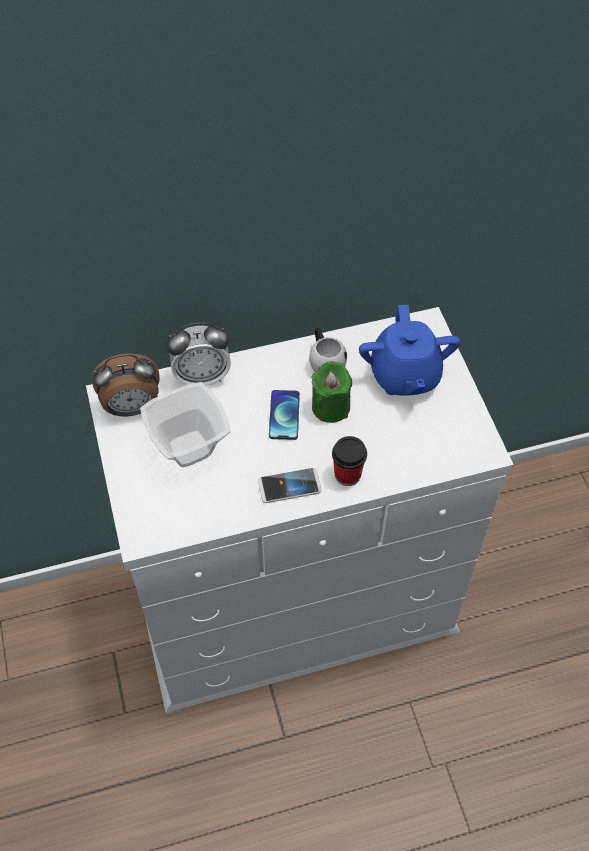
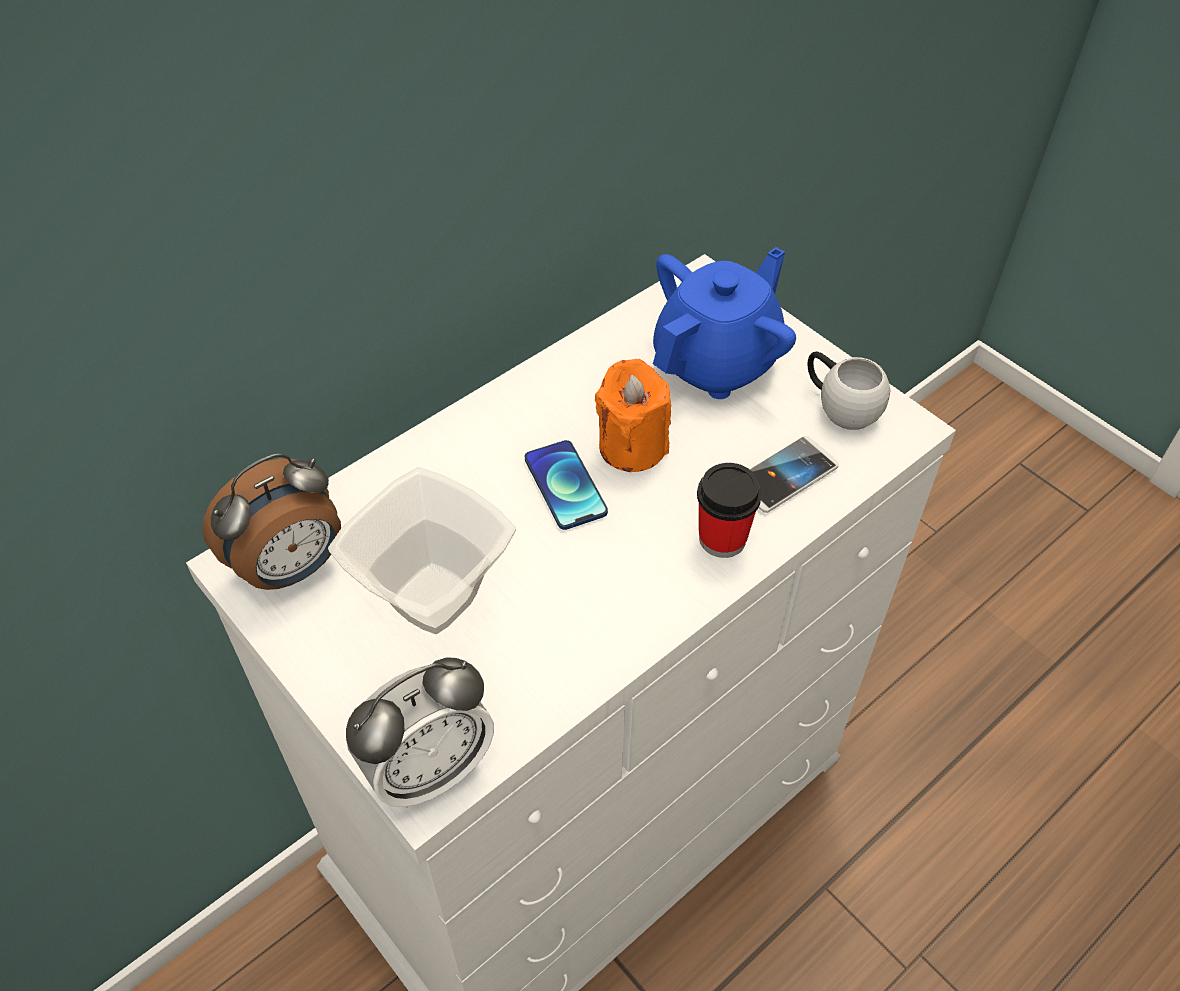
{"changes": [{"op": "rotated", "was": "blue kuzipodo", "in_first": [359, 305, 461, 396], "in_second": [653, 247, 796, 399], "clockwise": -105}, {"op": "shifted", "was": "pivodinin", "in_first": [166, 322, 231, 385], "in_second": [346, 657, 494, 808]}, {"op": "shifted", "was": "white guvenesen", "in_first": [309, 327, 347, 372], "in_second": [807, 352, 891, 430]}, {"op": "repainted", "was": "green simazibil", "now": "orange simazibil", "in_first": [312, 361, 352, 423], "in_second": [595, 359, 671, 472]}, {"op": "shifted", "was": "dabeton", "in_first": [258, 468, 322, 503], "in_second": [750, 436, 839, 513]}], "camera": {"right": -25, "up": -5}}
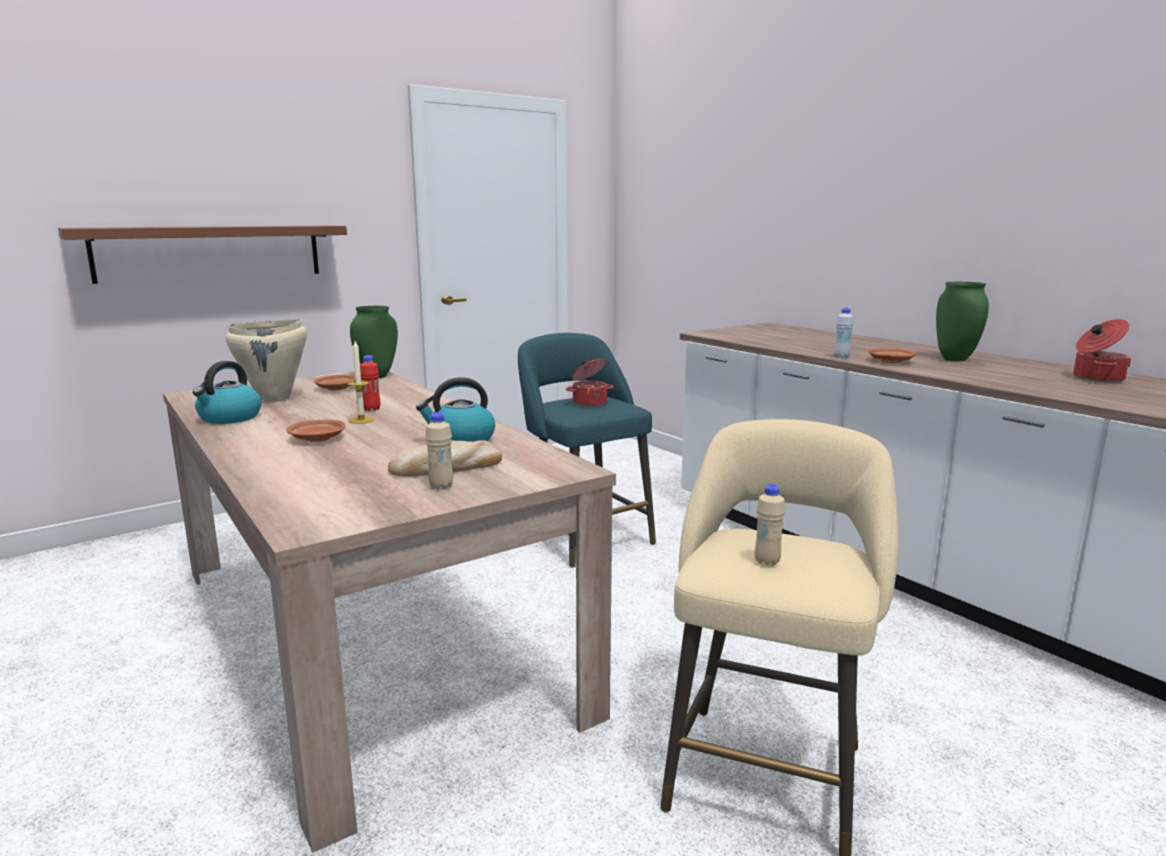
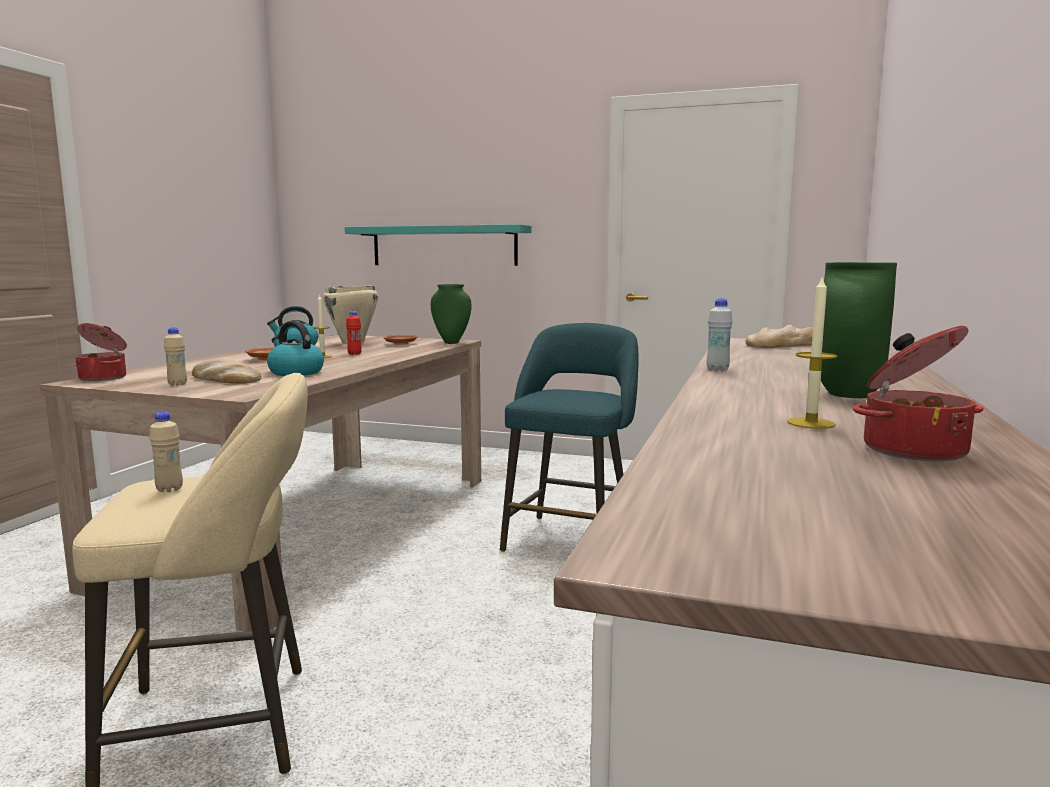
{"changes": [{"op": "repainted", "was": "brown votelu", "now": "turquoise votelu", "in_first": [58, 225, 347, 284], "in_second": [345, 224, 532, 266]}, {"op": "gone", "was": "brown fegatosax", "in_first": [868, 348, 916, 363]}, {"op": "shifted", "was": "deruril", "in_first": [566, 359, 614, 407], "in_second": [75, 323, 127, 381]}, {"op": "new", "now": "simazibil", "in_second": [787, 275, 838, 429]}, {"op": "new", "now": "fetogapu", "in_second": [746, 325, 813, 348]}], "camera": {"right": 55, "up": -5}}
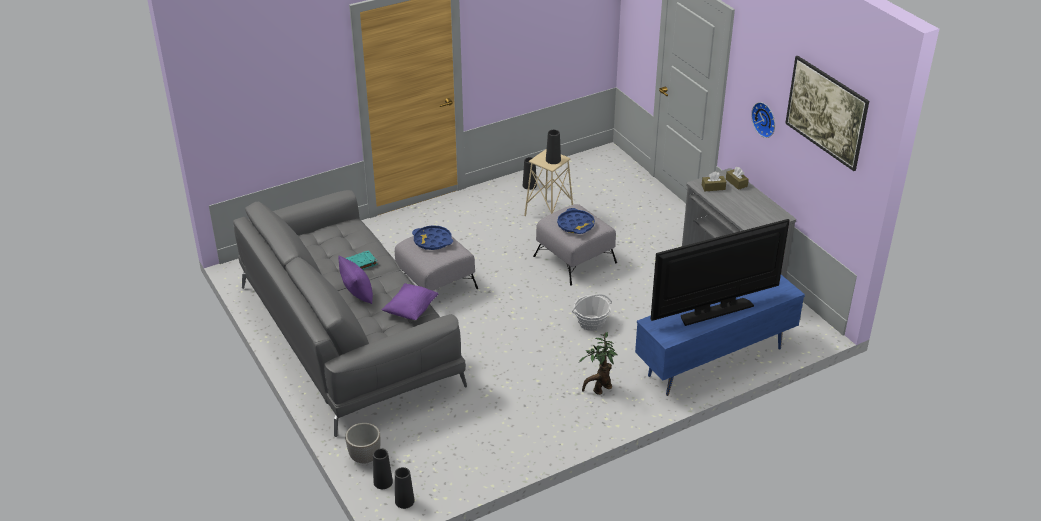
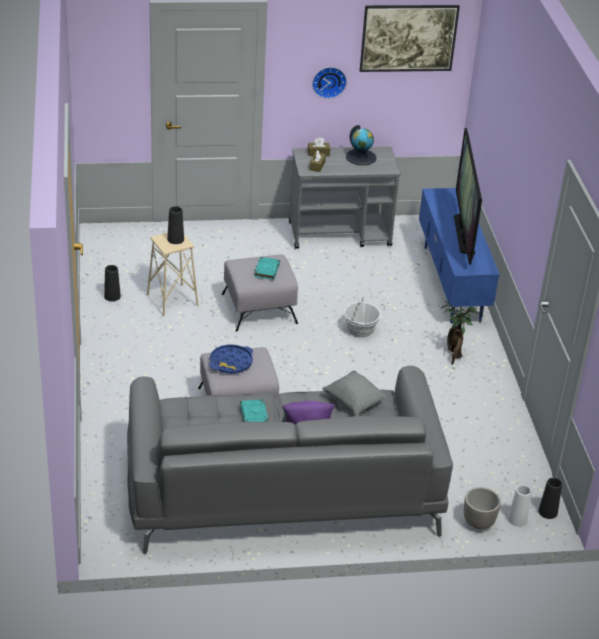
{"changes": [{"op": "swapped", "was": "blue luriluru", "now": "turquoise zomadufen", "in_first": [557, 208, 595, 234], "in_second": [254, 257, 280, 280]}, {"op": "repainted", "was": "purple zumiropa", "now": "grey zumiropa", "in_first": [382, 283, 439, 320], "in_second": [322, 371, 387, 415]}, {"op": "repainted", "was": "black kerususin", "now": "white kerususin", "in_first": [373, 449, 393, 489], "in_second": [508, 485, 531, 527]}, {"op": "new", "now": "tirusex", "in_second": [346, 125, 376, 165]}], "camera": {"right": -70, "up": 0}}
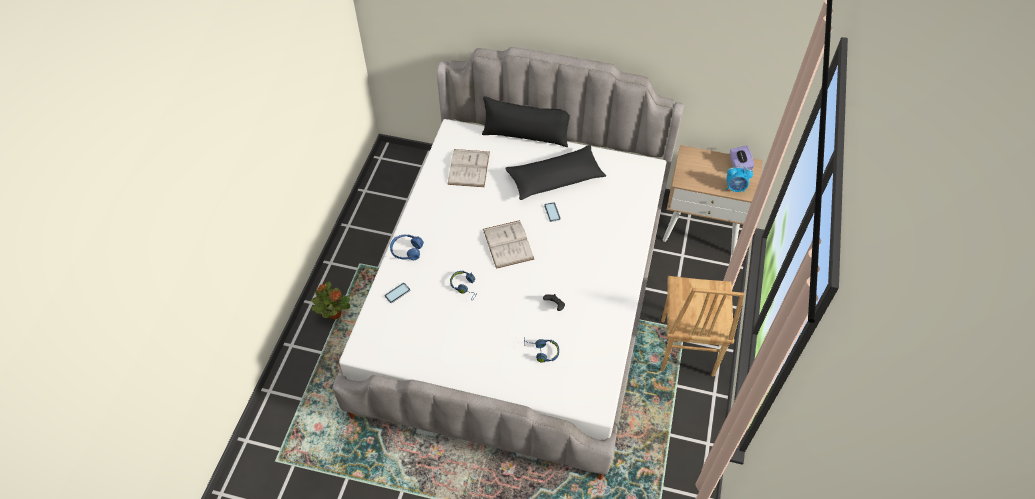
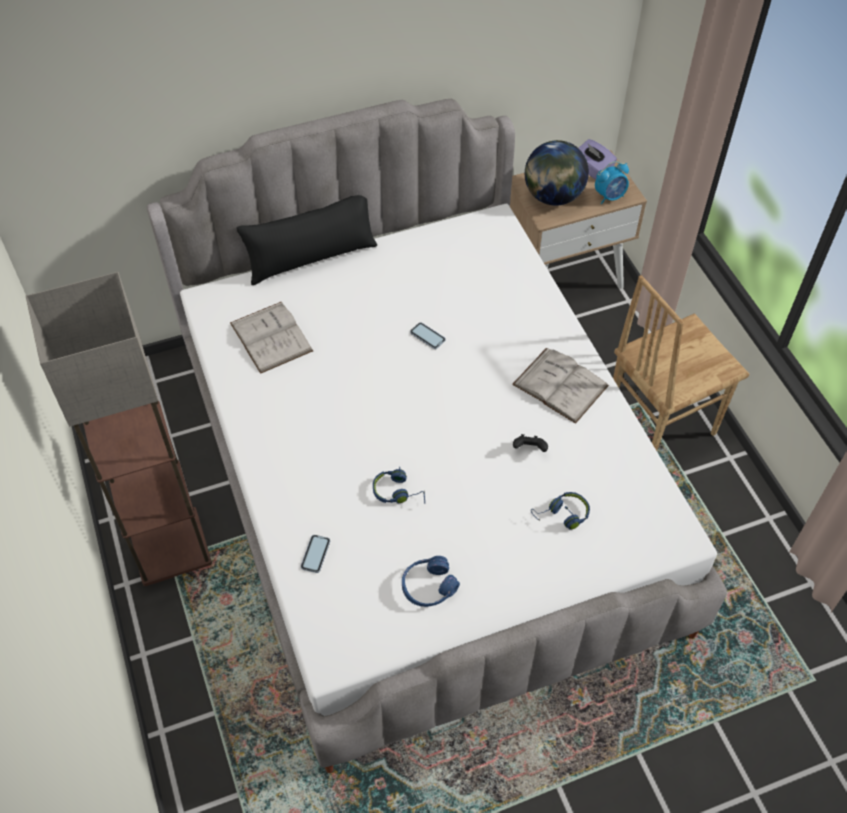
{"changes": [{"op": "gone", "was": "black zumiropa", "in_first": [505, 145, 606, 200]}, {"op": "shifted", "was": "white zomadufen", "in_first": [483, 220, 534, 269], "in_second": [512, 348, 609, 424]}, {"op": "shifted", "was": "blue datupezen", "in_first": [390, 235, 424, 260], "in_second": [402, 556, 460, 607]}, {"op": "rotated", "was": "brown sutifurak", "in_first": [661, 276, 745, 376], "in_second": [613, 275, 749, 451], "clockwise": 90}, {"op": "gone", "was": "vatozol", "in_first": [311, 281, 350, 320]}, {"op": "new", "now": "tirusex", "in_second": [525, 140, 589, 206]}, {"op": "new", "now": "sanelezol", "in_second": [26, 272, 212, 586]}], "camera": {"right": -35, "up": 0}}
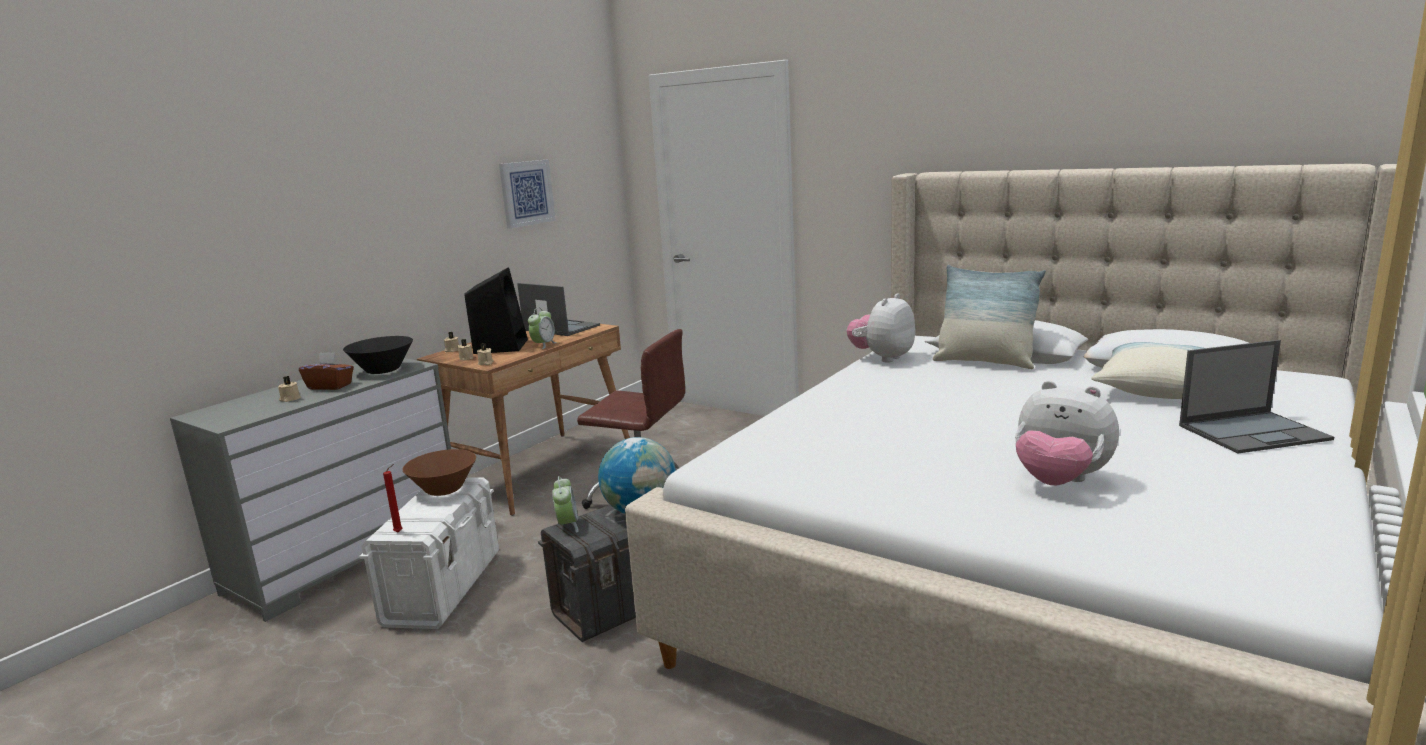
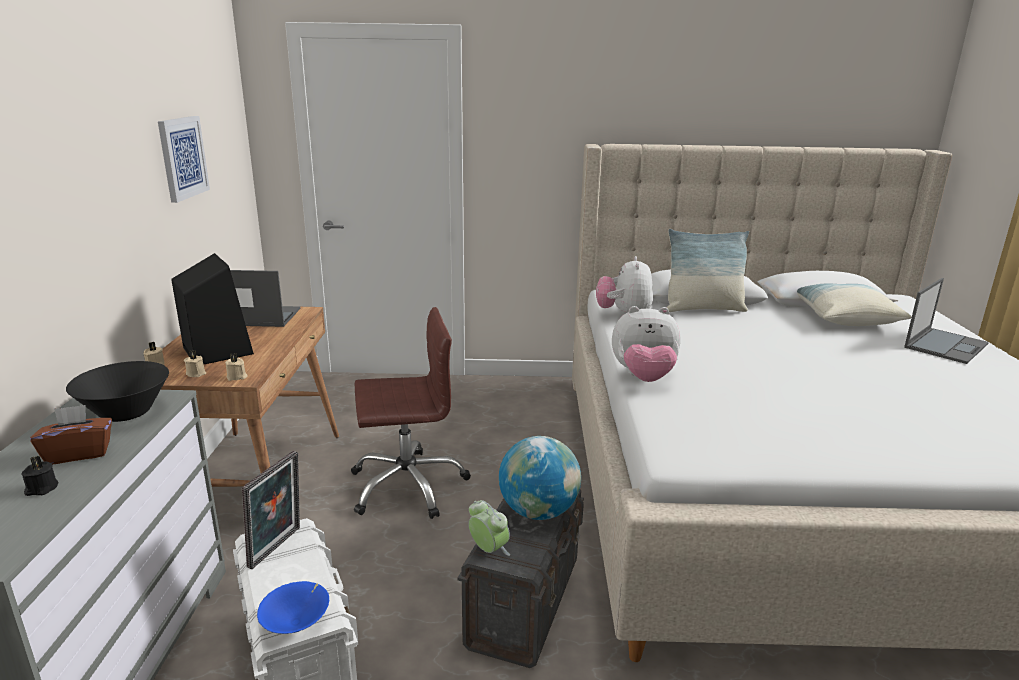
{"changes": [{"op": "gone", "was": "pivodinin", "in_first": [528, 308, 557, 349]}, {"op": "repainted", "was": "beige simazibil", "now": "black simazibil", "in_first": [278, 376, 301, 402], "in_second": [21, 456, 58, 496]}, {"op": "shifted", "was": "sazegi", "in_first": [1015, 380, 1119, 485], "in_second": [612, 306, 680, 382]}, {"op": "swapped", "was": "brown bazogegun", "now": "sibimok", "in_first": [403, 449, 476, 496], "in_second": [242, 451, 300, 569]}, {"op": "swapped", "was": "red simazibil", "now": "blue bazogegun", "in_first": [383, 464, 402, 533], "in_second": [257, 581, 329, 634]}], "camera": {"right": -35, "up": 5}}
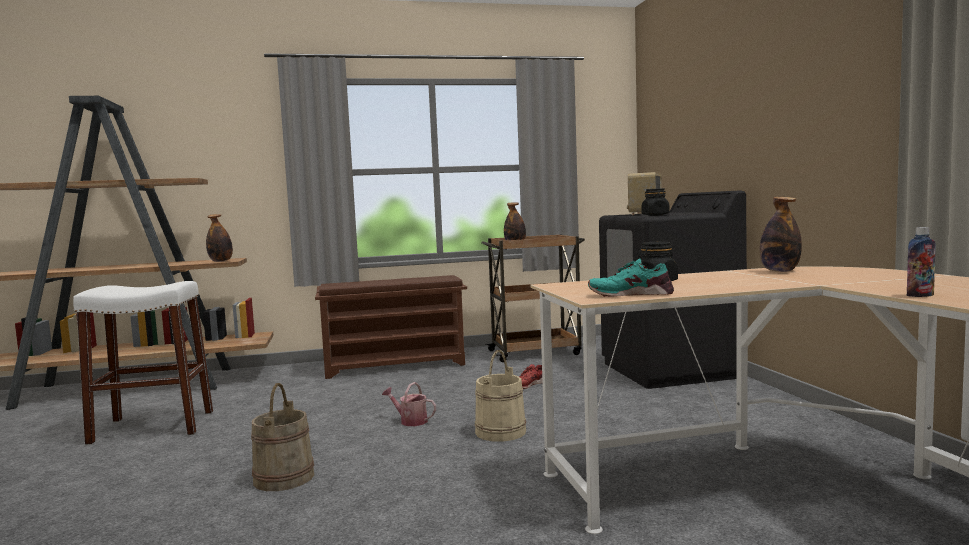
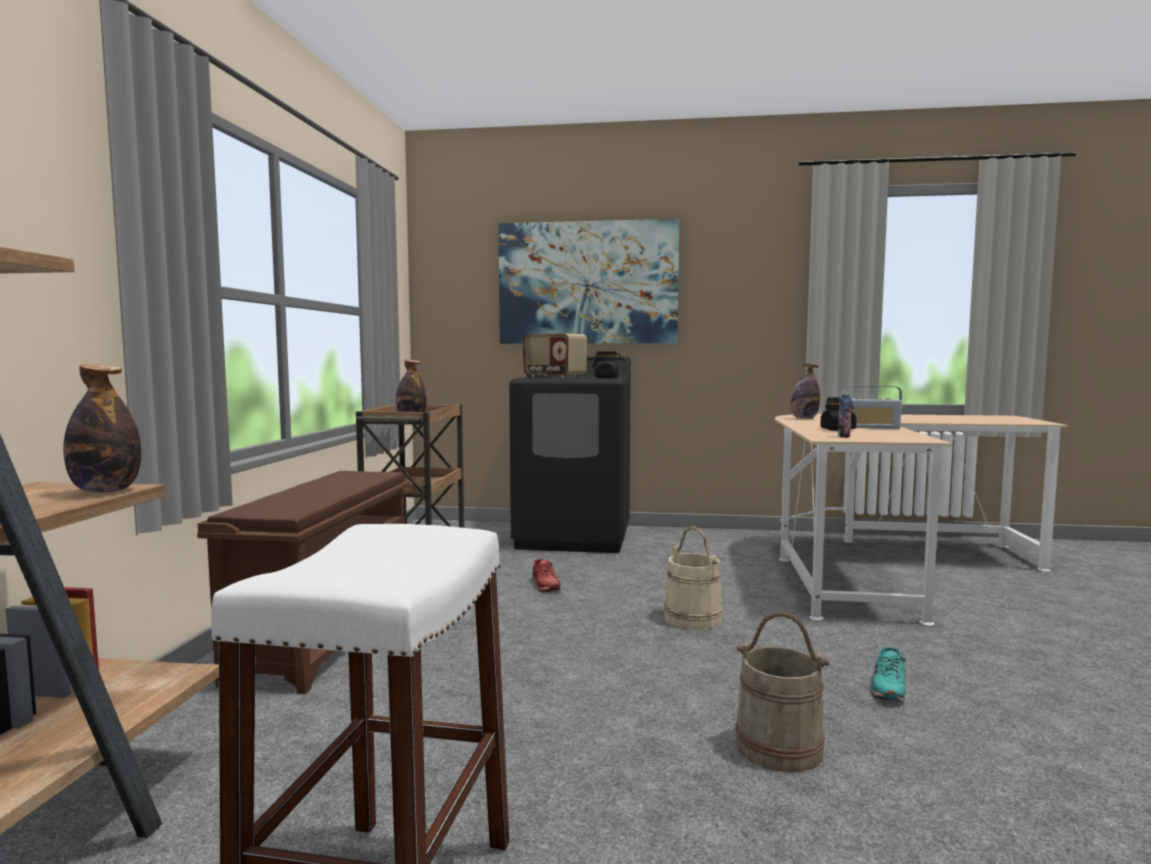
{"changes": [{"op": "shifted", "was": "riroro", "in_first": [907, 227, 936, 297], "in_second": [838, 390, 852, 438]}, {"op": "shifted", "was": "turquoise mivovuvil", "in_first": [588, 258, 674, 297], "in_second": [871, 647, 906, 702]}, {"op": "gone", "was": "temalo", "in_first": [382, 382, 436, 426]}, {"op": "new", "now": "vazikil", "in_second": [498, 219, 679, 344]}, {"op": "new", "now": "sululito", "in_second": [845, 386, 902, 429]}], "camera": {"right": -70, "up": 0}}
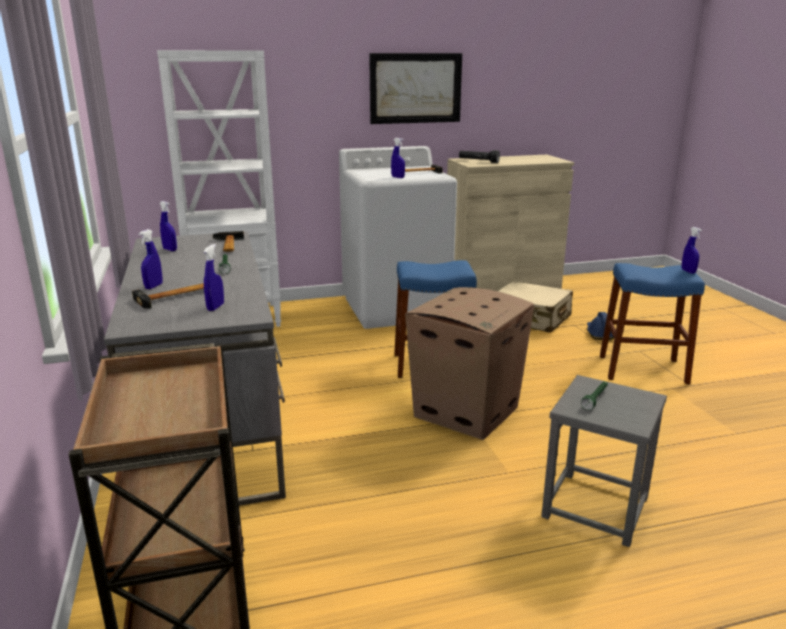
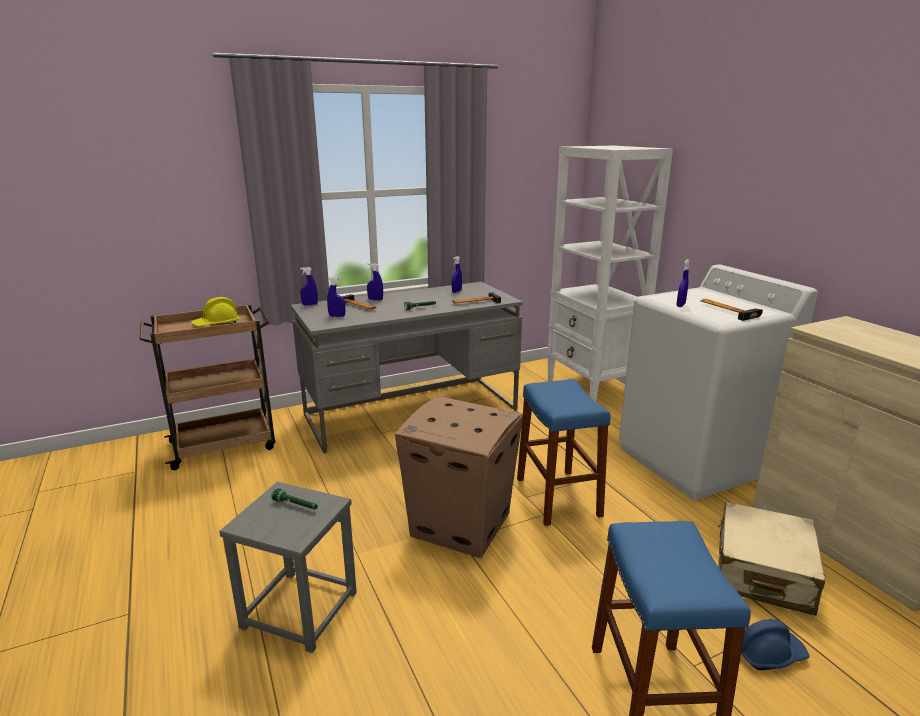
{"changes": [{"op": "gone", "was": "vazikil", "in_first": [369, 53, 462, 124]}, {"op": "gone", "was": "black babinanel", "in_first": [459, 150, 500, 163]}, {"op": "shifted", "was": "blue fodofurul", "in_first": [681, 227, 702, 274], "in_second": [300, 267, 318, 306]}, {"op": "new", "now": "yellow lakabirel", "in_second": [191, 297, 240, 327]}], "camera": {"right": 80, "up": 0}}
